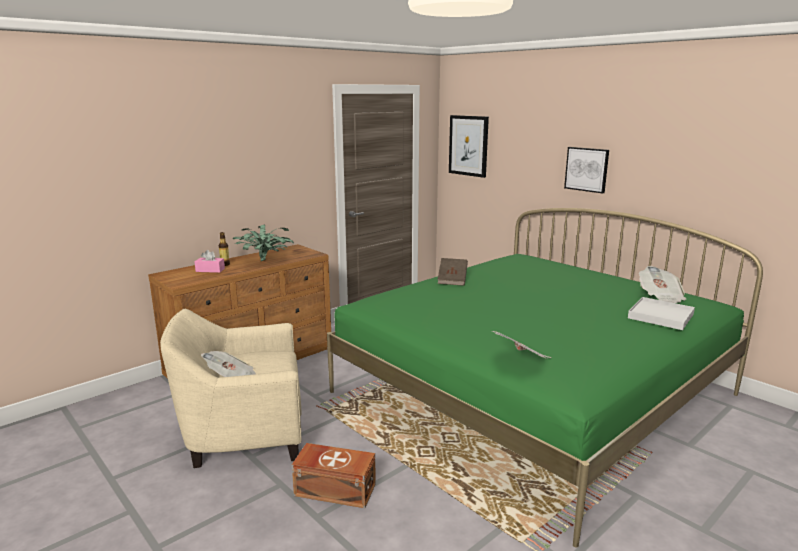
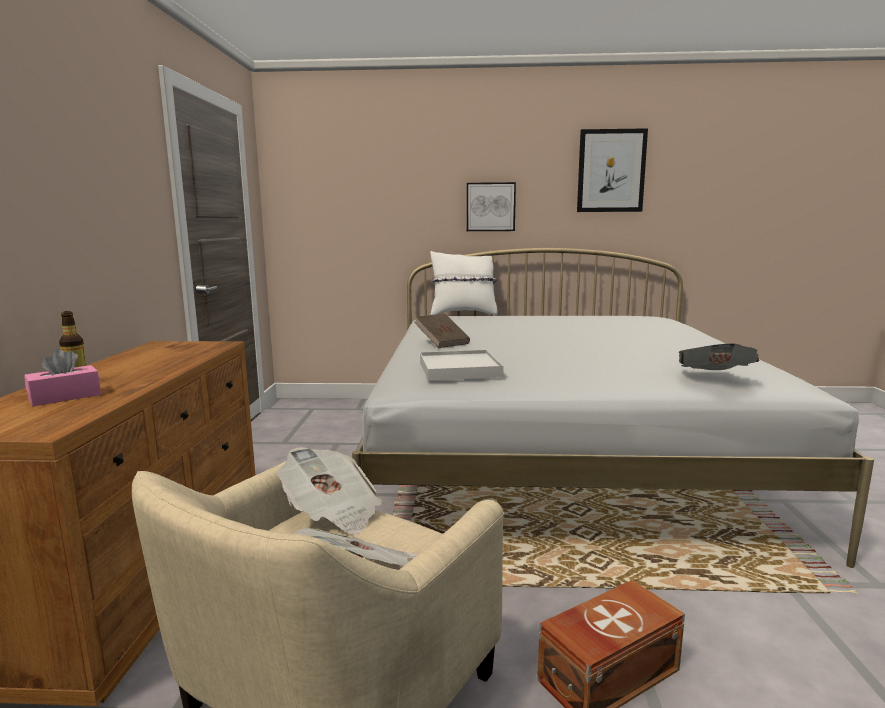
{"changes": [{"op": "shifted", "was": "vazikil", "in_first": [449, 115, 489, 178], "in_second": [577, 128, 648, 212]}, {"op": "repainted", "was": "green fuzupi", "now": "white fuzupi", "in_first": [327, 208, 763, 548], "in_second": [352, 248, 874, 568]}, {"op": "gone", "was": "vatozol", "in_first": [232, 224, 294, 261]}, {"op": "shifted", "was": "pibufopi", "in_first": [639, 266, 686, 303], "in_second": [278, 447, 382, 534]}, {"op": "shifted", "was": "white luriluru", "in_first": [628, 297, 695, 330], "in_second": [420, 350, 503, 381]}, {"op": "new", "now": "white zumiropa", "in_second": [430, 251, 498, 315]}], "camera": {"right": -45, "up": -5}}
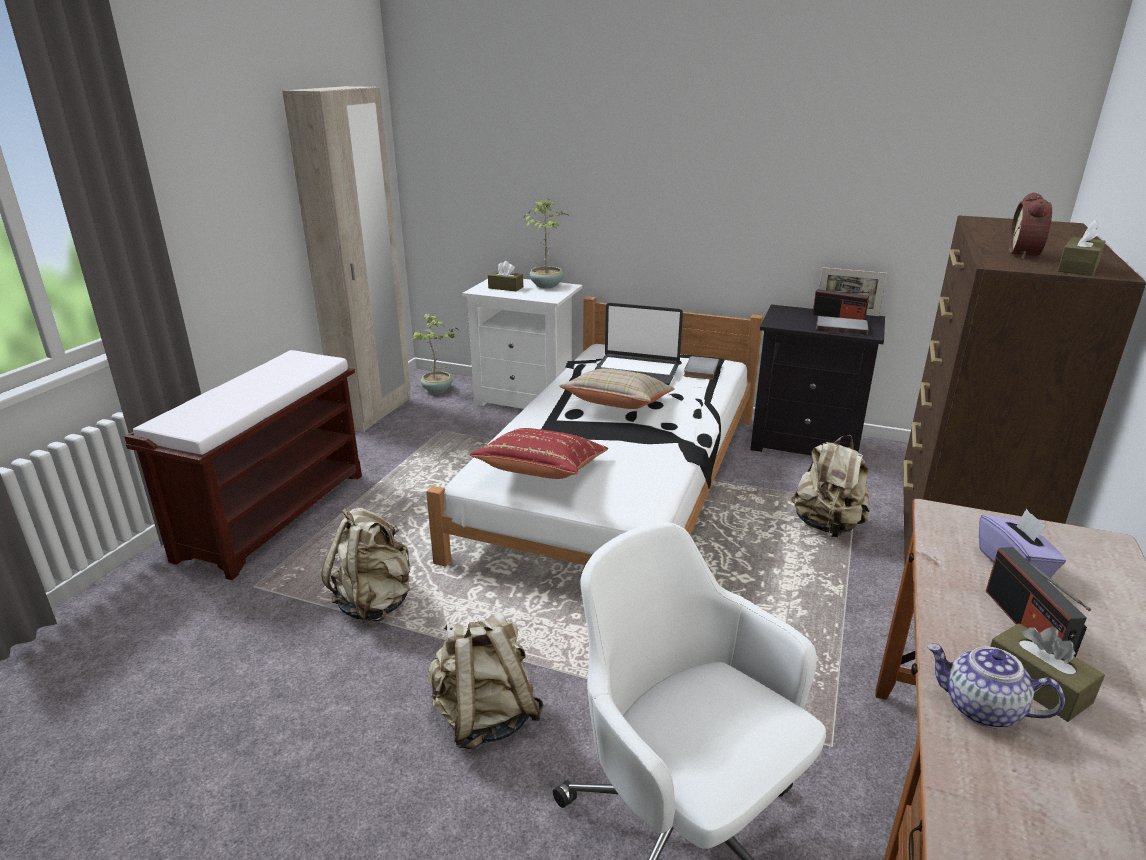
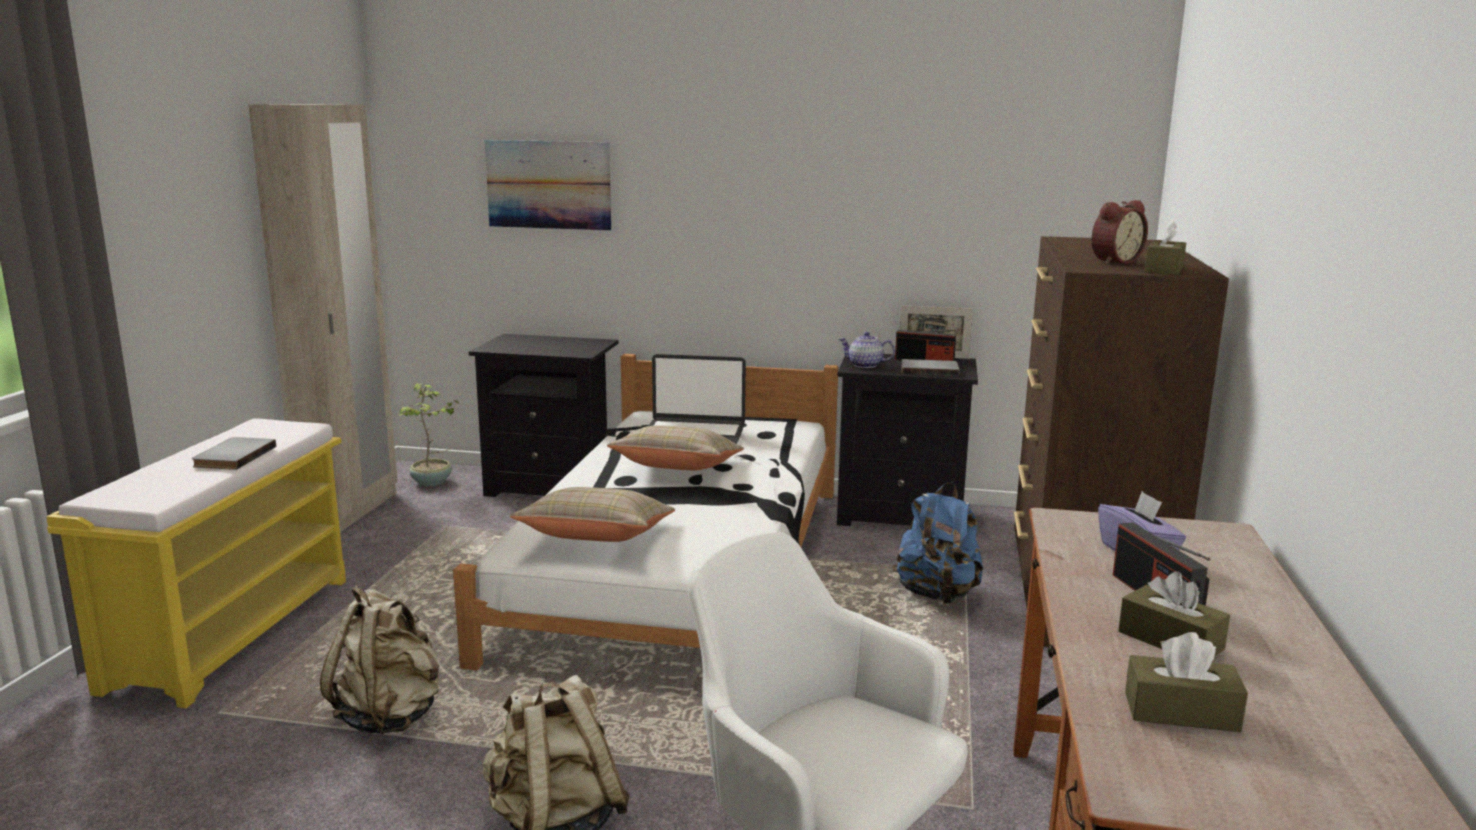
{"changes": [{"op": "rotated", "was": "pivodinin", "in_first": [1008, 192, 1052, 259], "in_second": [1092, 200, 1148, 265], "clockwise": -135}, {"op": "gone", "was": "vatozol", "in_first": [524, 198, 568, 288]}, {"op": "shifted", "was": "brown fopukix", "in_first": [488, 261, 523, 292], "in_second": [1125, 632, 1248, 732]}, {"op": "repainted", "was": "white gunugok", "now": "black gunugok", "in_first": [462, 279, 583, 409], "in_second": [469, 334, 618, 497]}, {"op": "repainted", "was": "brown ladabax", "now": "yellow ladabax", "in_first": [124, 350, 362, 580], "in_second": [46, 418, 346, 708]}, {"op": "shifted", "was": "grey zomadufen", "in_first": [684, 356, 719, 380], "in_second": [192, 437, 276, 470]}, {"op": "repainted", "was": "red zumiropa", "now": "beige zumiropa", "in_first": [469, 428, 608, 479], "in_second": [510, 487, 675, 542]}, {"op": "repainted", "was": "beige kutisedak", "now": "blue kutisedak", "in_first": [791, 435, 870, 537], "in_second": [893, 482, 984, 604]}, {"op": "shifted", "was": "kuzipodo", "in_first": [926, 643, 1065, 728], "in_second": [839, 332, 895, 368]}, {"op": "new", "now": "vazikil", "in_second": [485, 140, 611, 231]}], "camera": {"right": -10, "up": -10}}
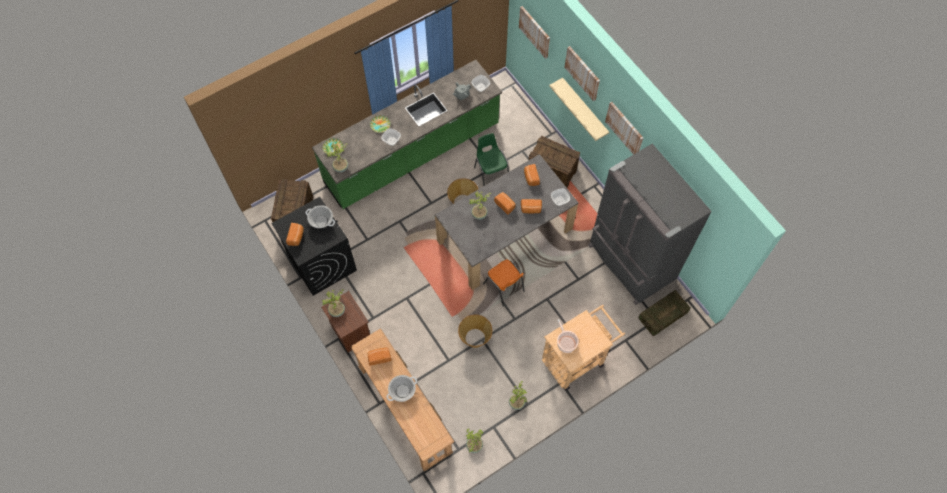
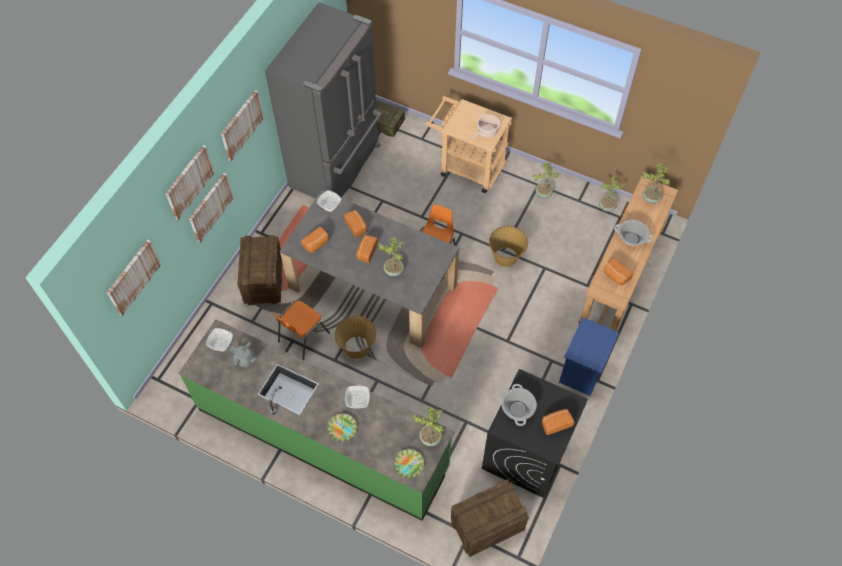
{"changes": [{"op": "swapped", "was": "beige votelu", "now": "vazikil", "in_first": [549, 78, 609, 141], "in_second": [189, 173, 233, 243]}, {"op": "repainted", "was": "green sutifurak", "now": "orange sutifurak", "in_first": [474, 133, 509, 186], "in_second": [274, 301, 330, 360]}, {"op": "shifted", "was": "vatozol", "in_first": [322, 289, 345, 317], "in_second": [642, 163, 671, 204]}, {"op": "repainted", "was": "brown gunugok", "now": "blue gunugok", "in_first": [321, 291, 370, 353], "in_second": [559, 317, 619, 396]}], "camera": {"right": -120, "up": -5}}
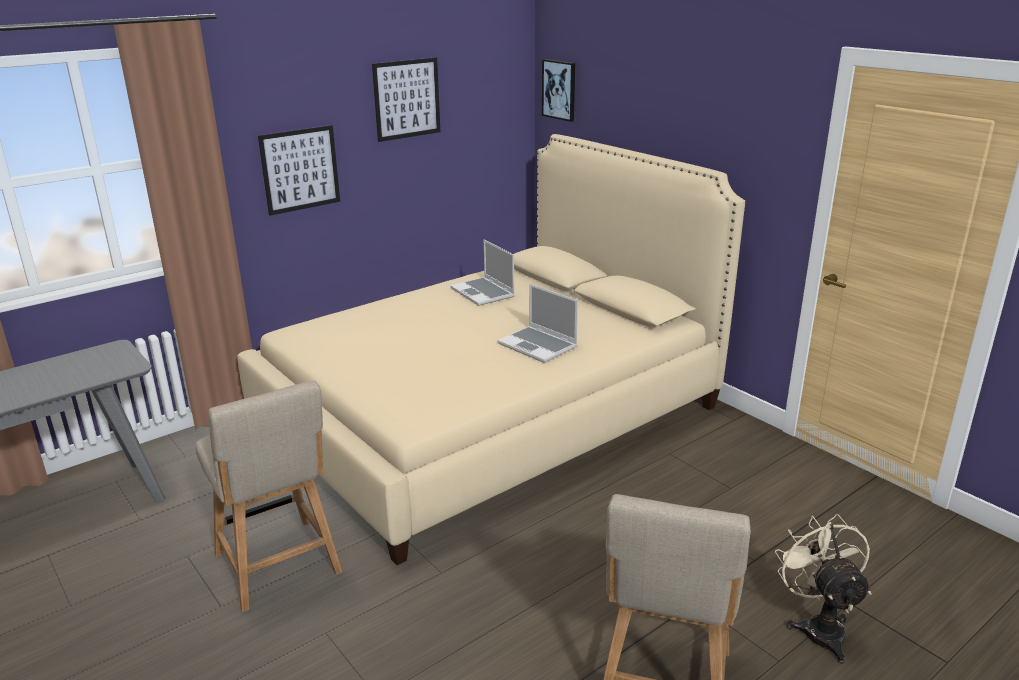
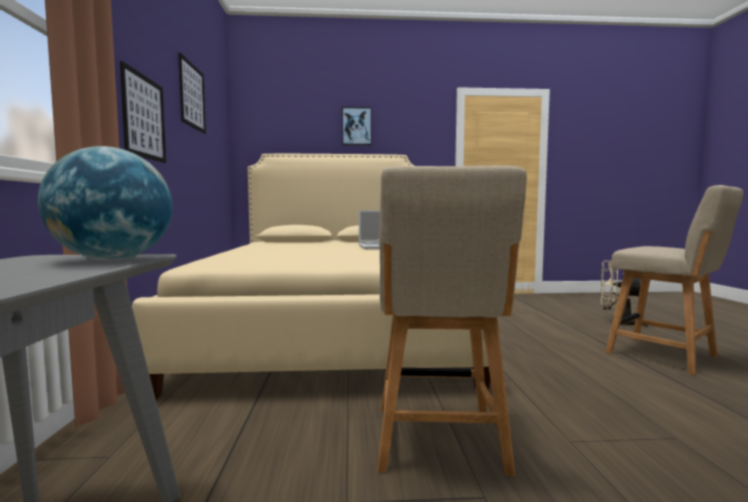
{"changes": [{"op": "shifted", "was": "vazikil", "in_first": [542, 59, 575, 122], "in_second": [342, 107, 372, 145]}, {"op": "gone", "was": "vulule", "in_first": [450, 240, 515, 306]}, {"op": "rotated", "was": "beige sutifurak", "in_first": [195, 381, 342, 612], "in_second": [377, 166, 527, 476], "clockwise": 90}, {"op": "new", "now": "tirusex", "in_second": [38, 146, 173, 260]}], "camera": {"right": -55, "up": -20}}
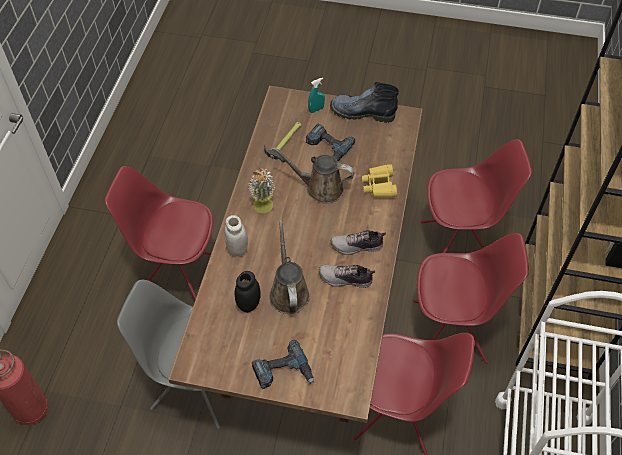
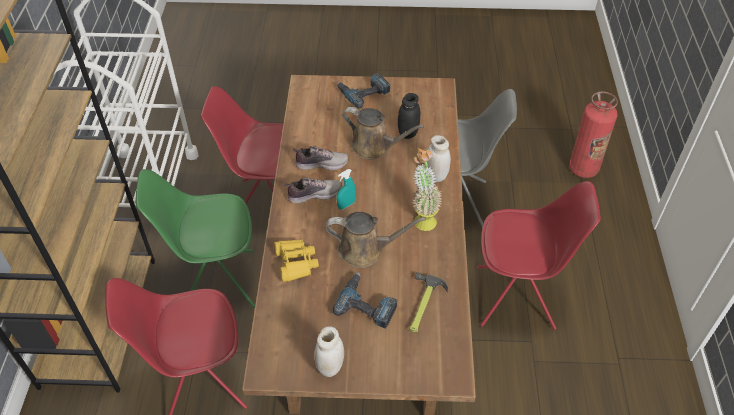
{"changes": [{"op": "shifted", "was": "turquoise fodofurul", "in_first": [308, 78, 325, 113], "in_second": [337, 169, 356, 210]}, {"op": "swapped", "was": "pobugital", "now": "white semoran", "in_first": [330, 82, 399, 123], "in_second": [315, 326, 344, 377]}, {"op": "rotated", "was": "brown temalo", "in_first": [269, 219, 310, 314], "in_second": [342, 107, 424, 160], "clockwise": -45}, {"op": "repainted", "was": "red sutifurak", "now": "green sutifurak", "in_first": [413, 233, 529, 364], "in_second": [136, 169, 255, 308]}], "camera": {"right": 170, "up": -5}}
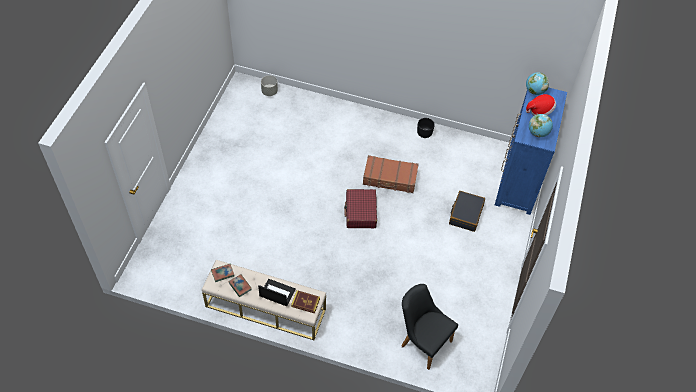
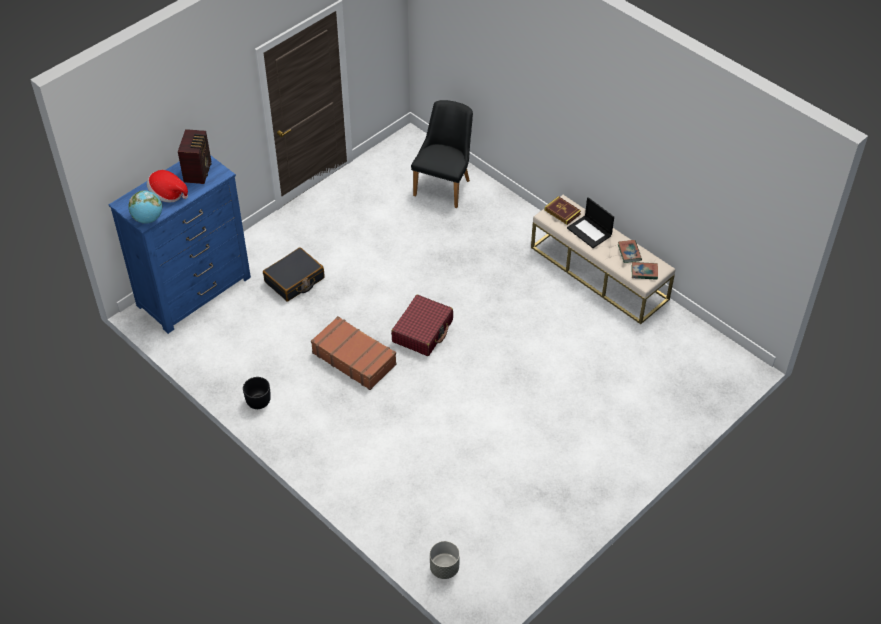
{"changes": [{"op": "swapped", "was": "tirusex", "now": "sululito", "in_first": [529, 114, 553, 137], "in_second": [178, 129, 212, 184]}, {"op": "rotated", "was": "black sutifurak", "in_first": [402, 284, 458, 370], "in_second": [411, 100, 473, 208], "clockwise": -135}], "camera": {"right": -150, "up": -5}}
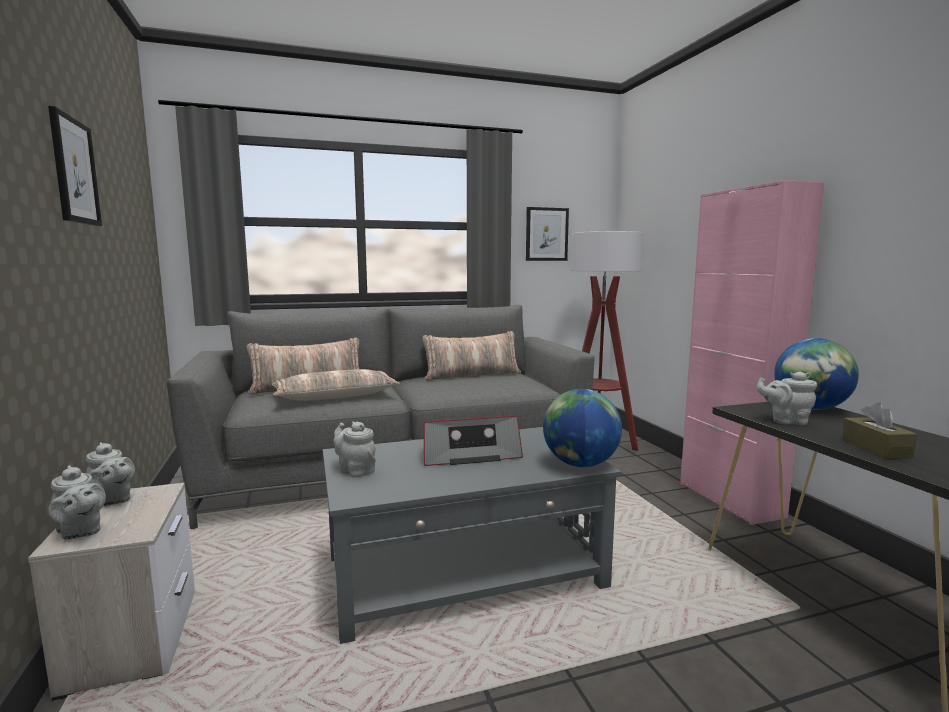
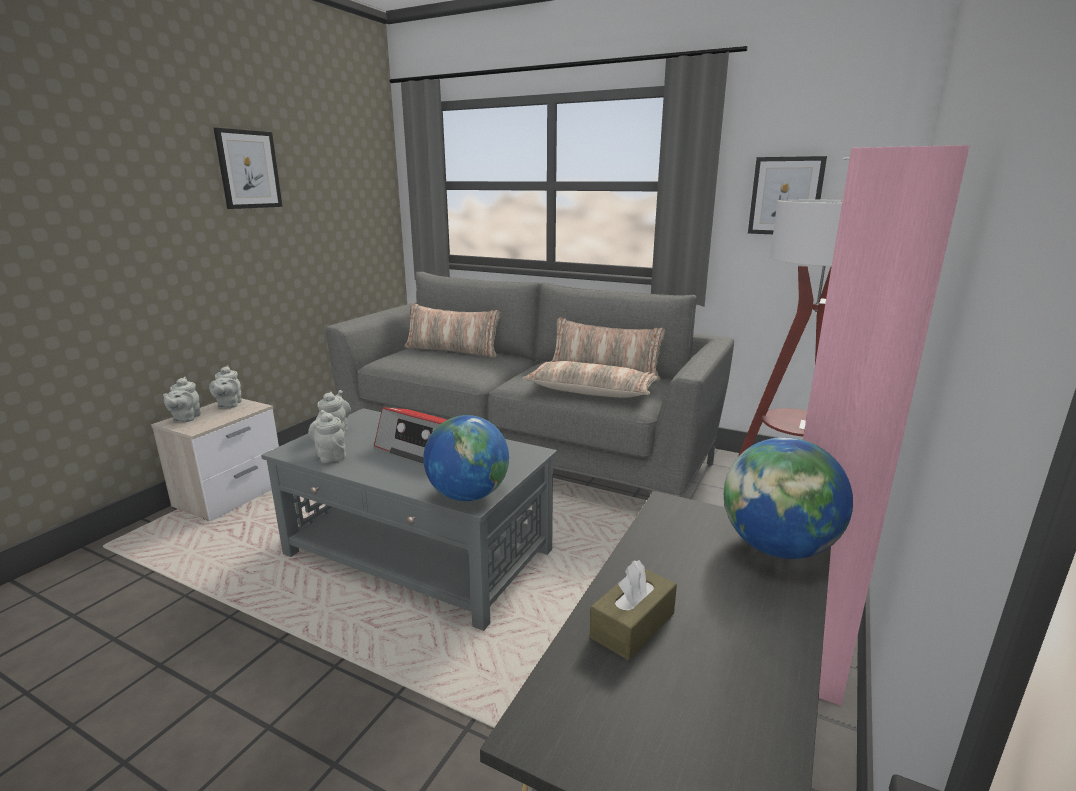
{"changes": [{"op": "shifted", "was": "zumiropa", "in_first": [272, 369, 400, 401], "in_second": [522, 361, 658, 398]}, {"op": "shifted", "was": "grey kuzipodo", "in_first": [757, 371, 817, 425], "in_second": [308, 410, 346, 463]}], "camera": {"right": 45, "up": 10}}
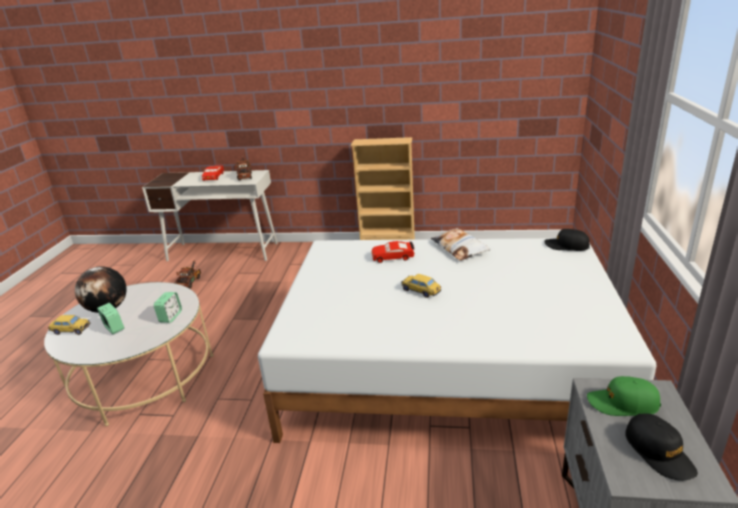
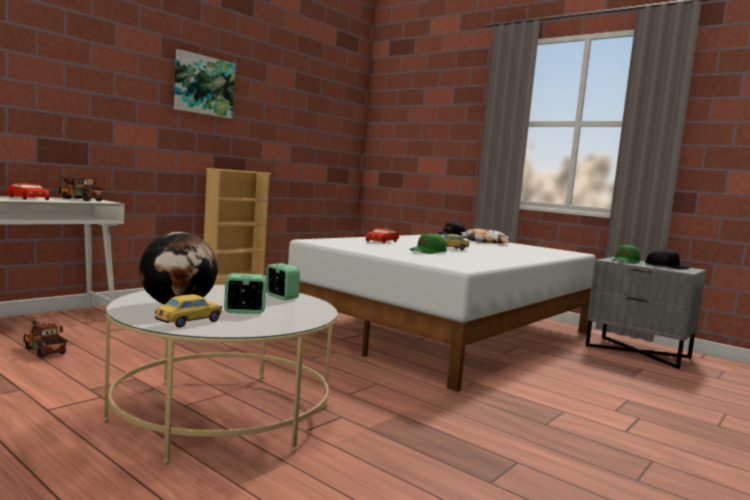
{"changes": [{"op": "shifted", "was": "zumiropa", "in_first": [431, 228, 490, 261], "in_second": [461, 229, 510, 243]}, {"op": "new", "now": "vazikil", "in_second": [174, 49, 235, 119]}, {"op": "new", "now": "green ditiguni", "in_second": [409, 233, 447, 254]}], "camera": {"right": -60, "up": -20}}
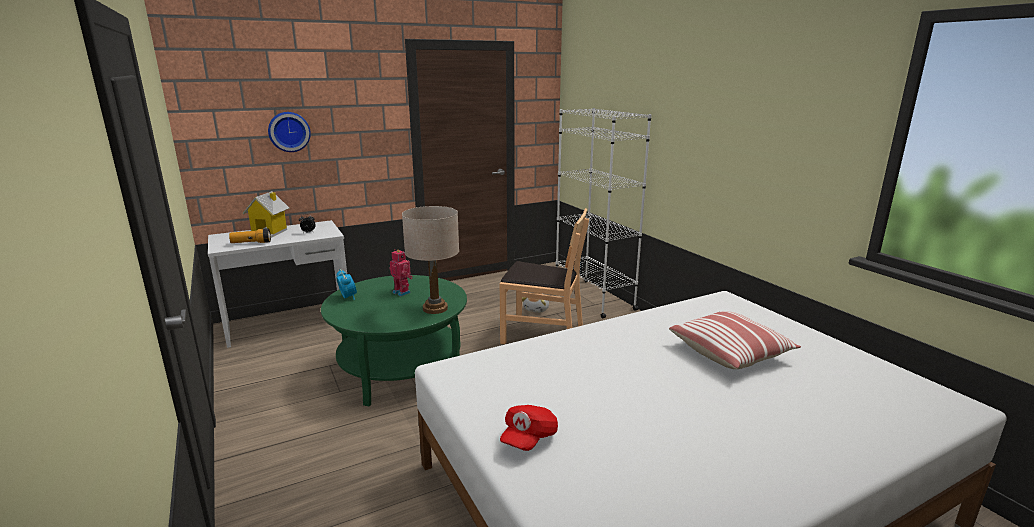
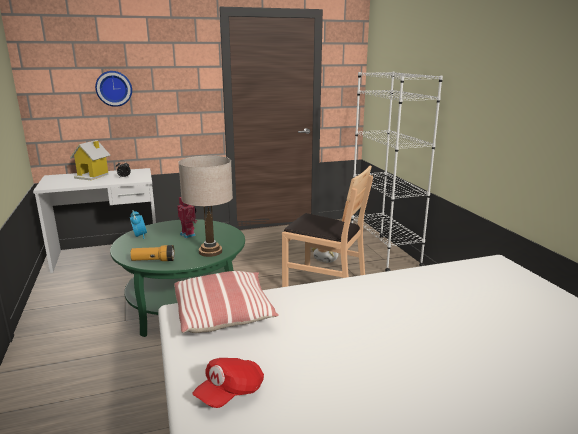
{"changes": [{"op": "shifted", "was": "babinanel", "in_first": [229, 228, 271, 243], "in_second": [130, 245, 175, 261]}, {"op": "shifted", "was": "zumiropa", "in_first": [669, 311, 801, 369], "in_second": [174, 271, 279, 333]}], "camera": {"right": 10, "up": 0}}
